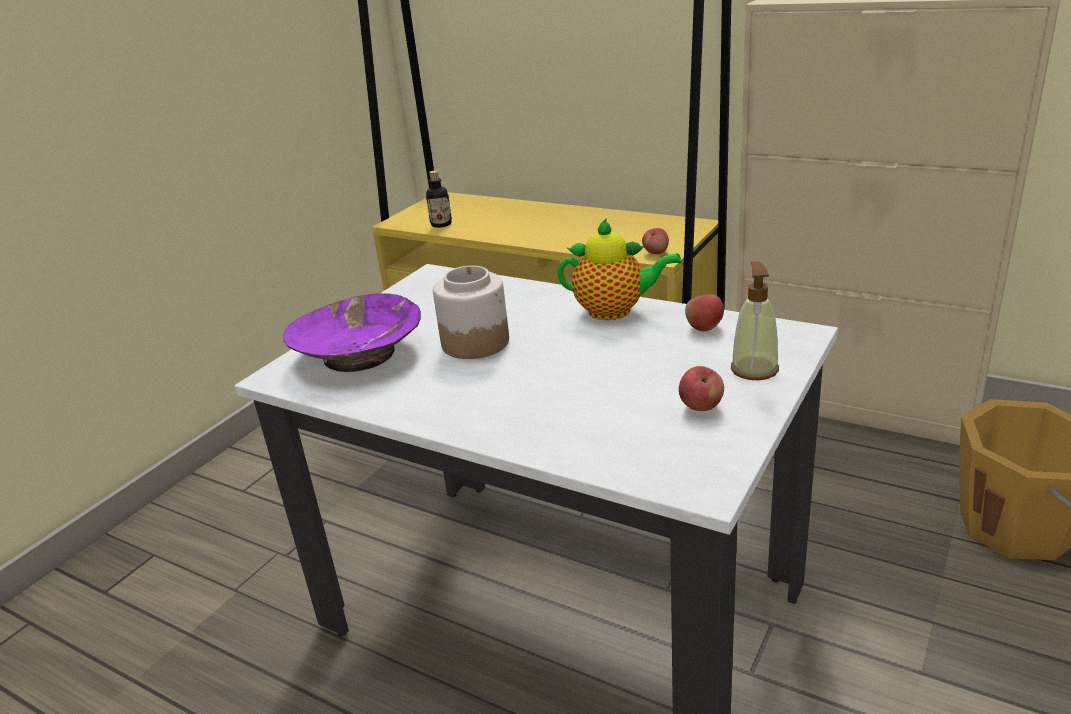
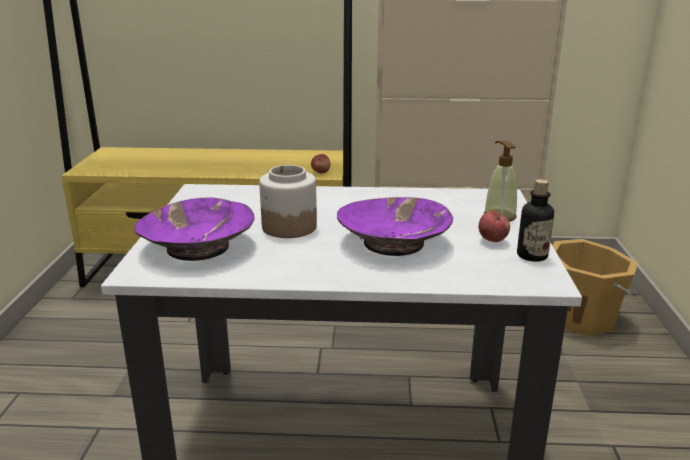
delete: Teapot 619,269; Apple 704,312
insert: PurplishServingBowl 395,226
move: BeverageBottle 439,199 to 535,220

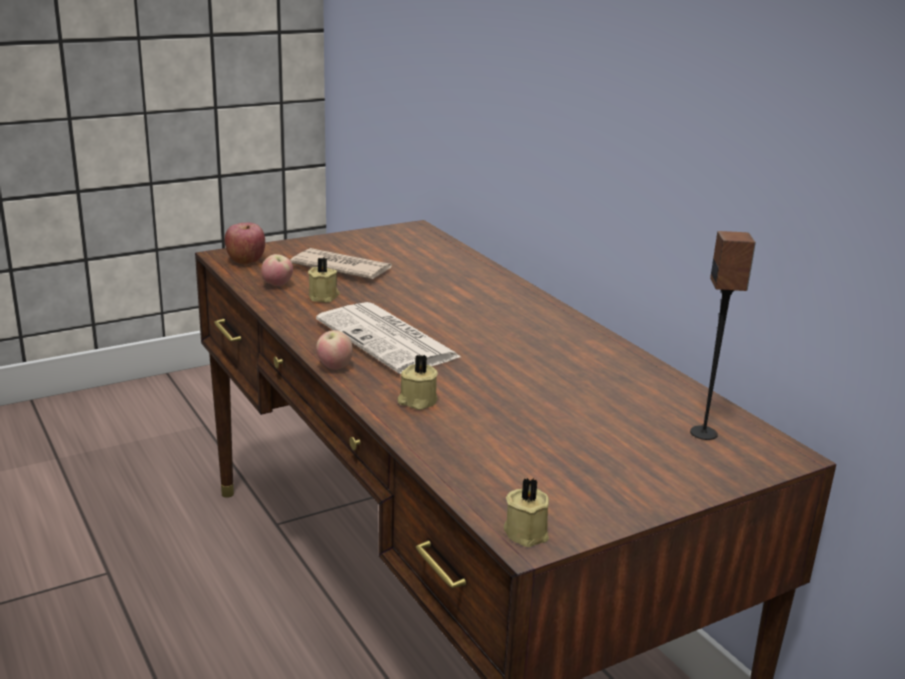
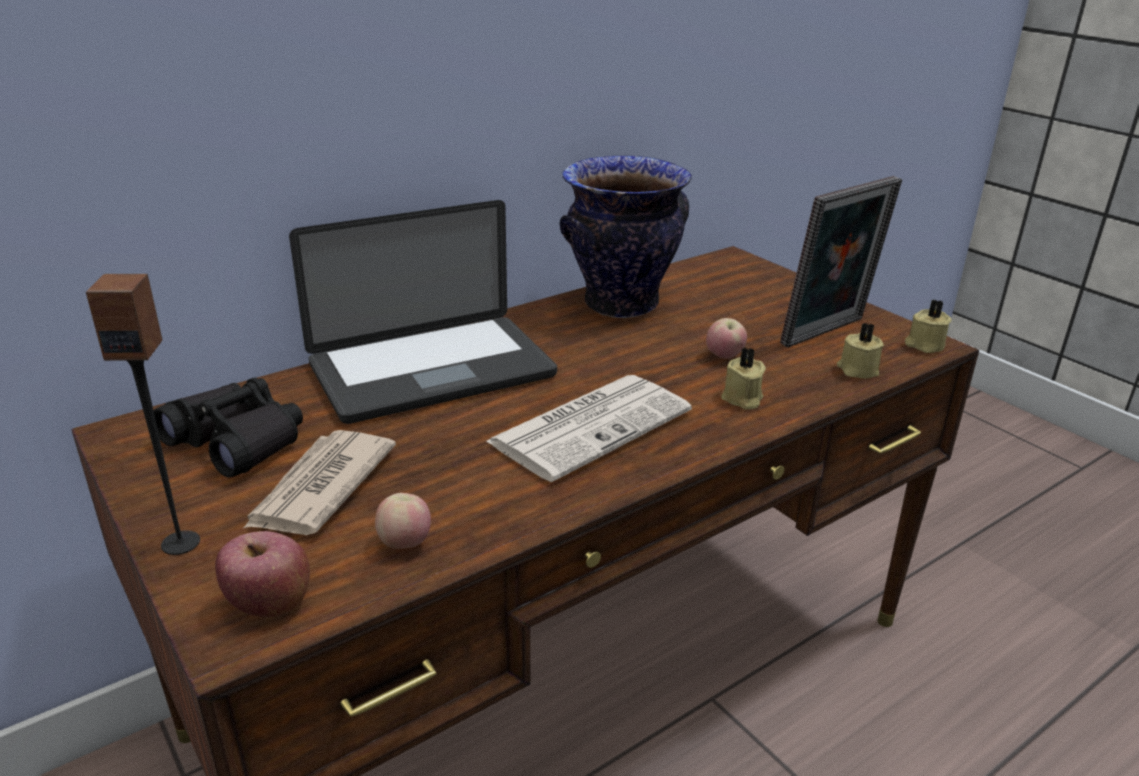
insert: DecorativeVase 626,237; StandingFrame 841,261; PortableComputer 423,312; BlackColouredBinoculars 228,427
move: Loudspeaker 723,335 to 143,414; SandColouredCandle 324,280 to 860,351; Apple 334,350 to 726,338

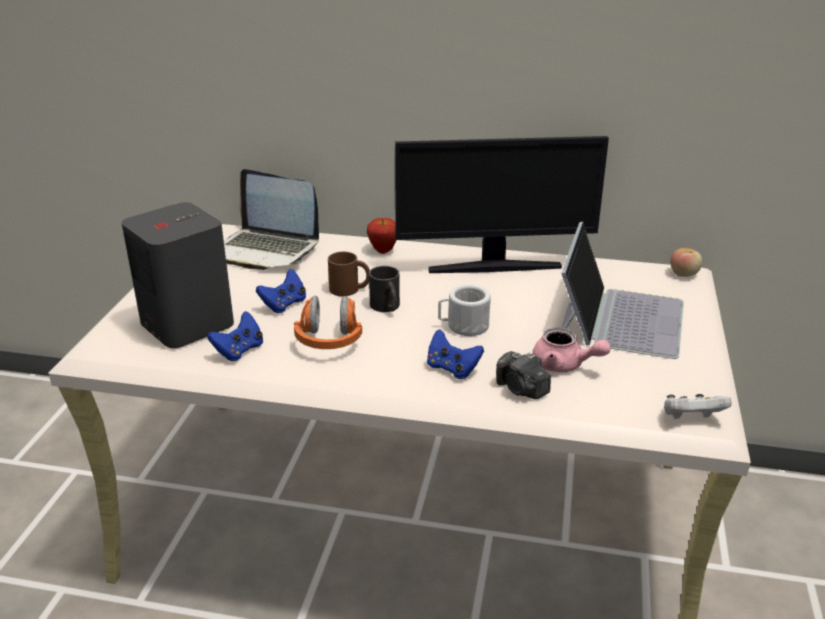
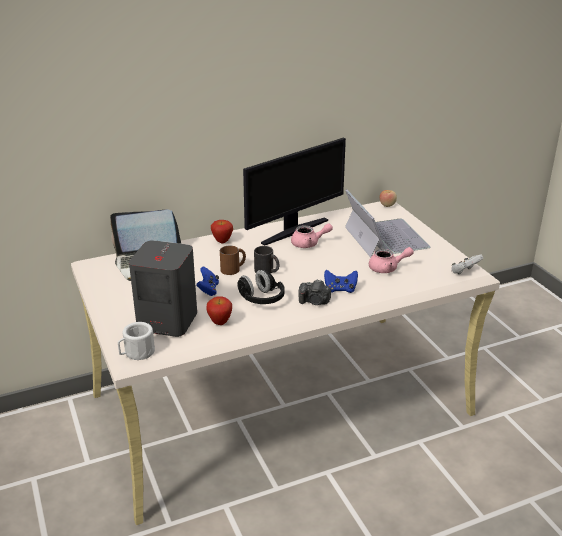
insert: PinkTeapot 312,235
move: WhiteColouredTeaMug 464,310 to 136,341; StillCamera 523,375 to 315,292
replace: BlueJoypad 235,336 to Apple 219,310
recolor: OrangeHeadphones 328,322 to BlackColouredHeadphones 261,287

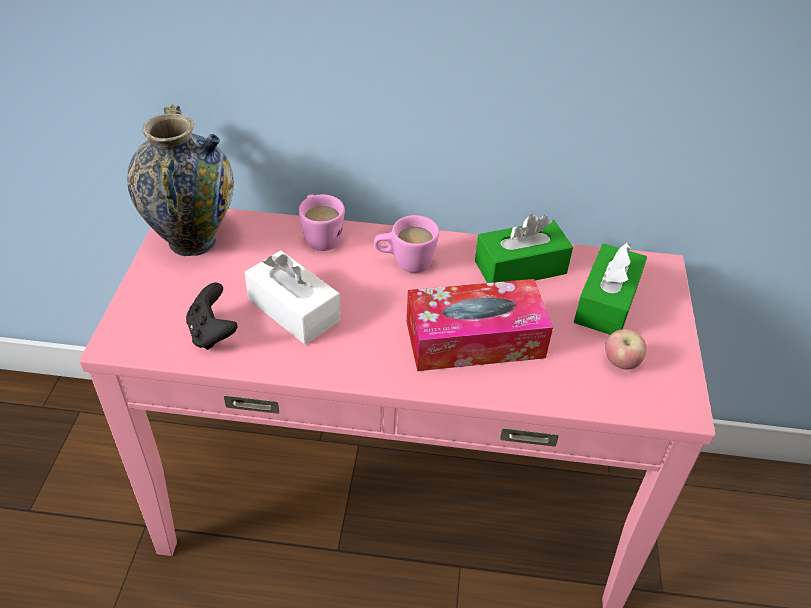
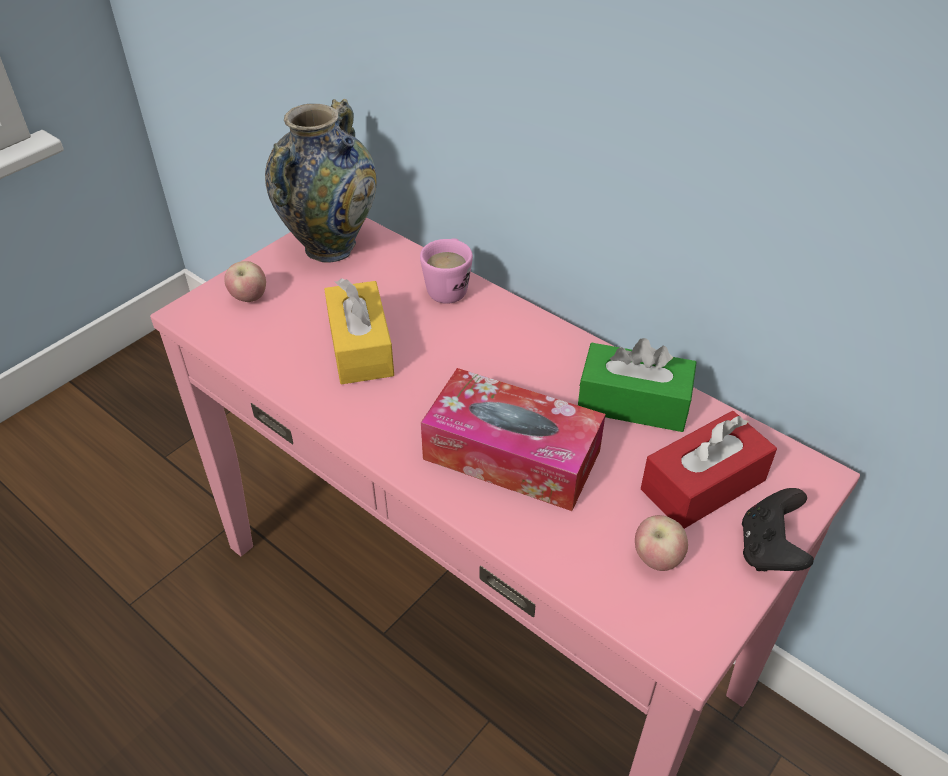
delete: PinkTeaMug 406,244
insert: Apple 245,281
move: BlackColouredJoypad 211,316 to 778,529
recolor: GreenTissueBox 610,288 to ReddishTissueBox 709,470; WhiteColouredTissueBox 292,297 to YellowTissueBox 359,331

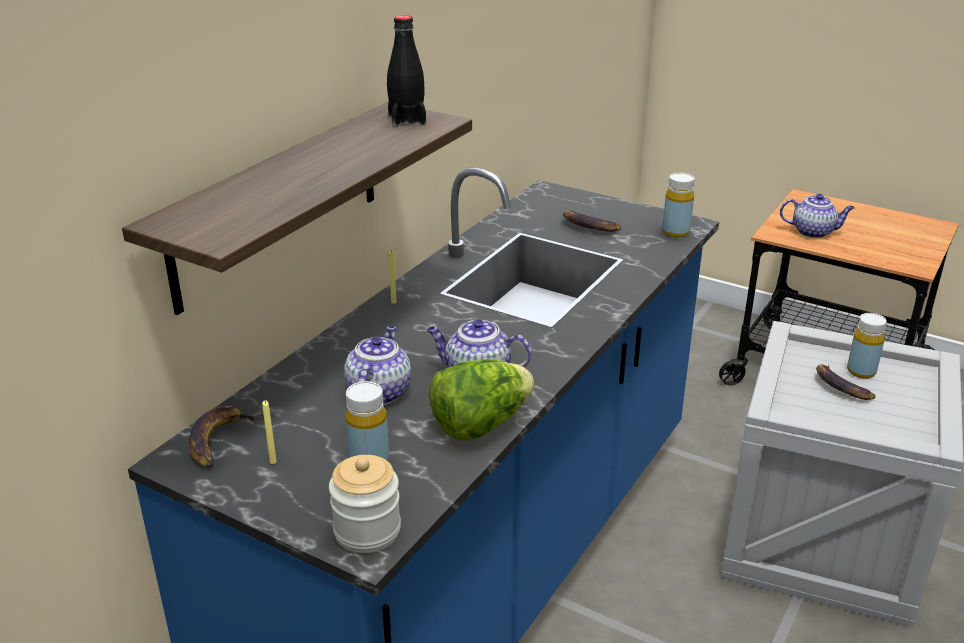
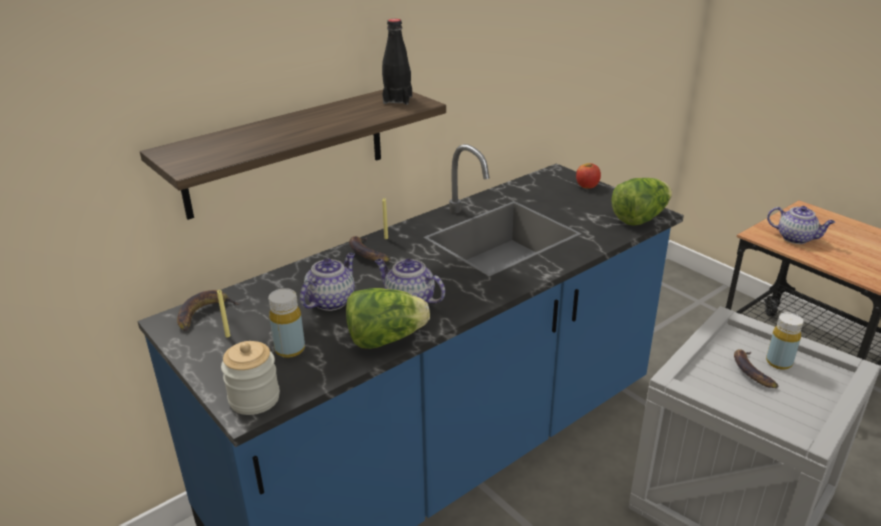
insert: Apple 588,176
move: Banana 592,221 to 370,249
replace: YellowBeverageBottle 678,205 to LettuceHead 641,201

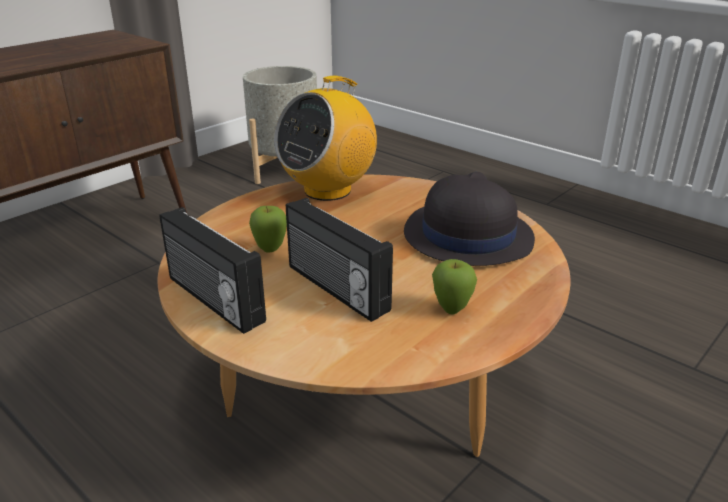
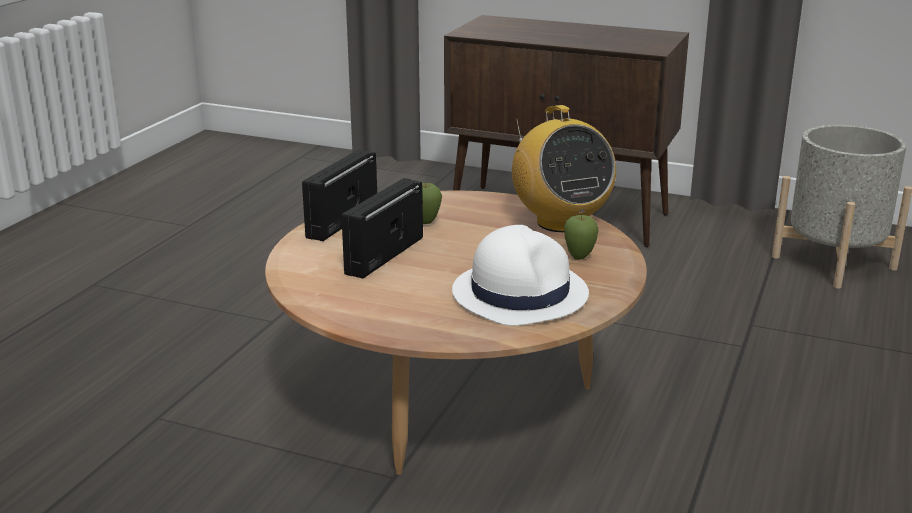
move: Apple 454,286 to 581,237
recolor: BlackColouredHat 469,219 to WhiteColouredHat 520,275
rotate: Radio 325,138 = 564,168 135 degrees counterclockwise

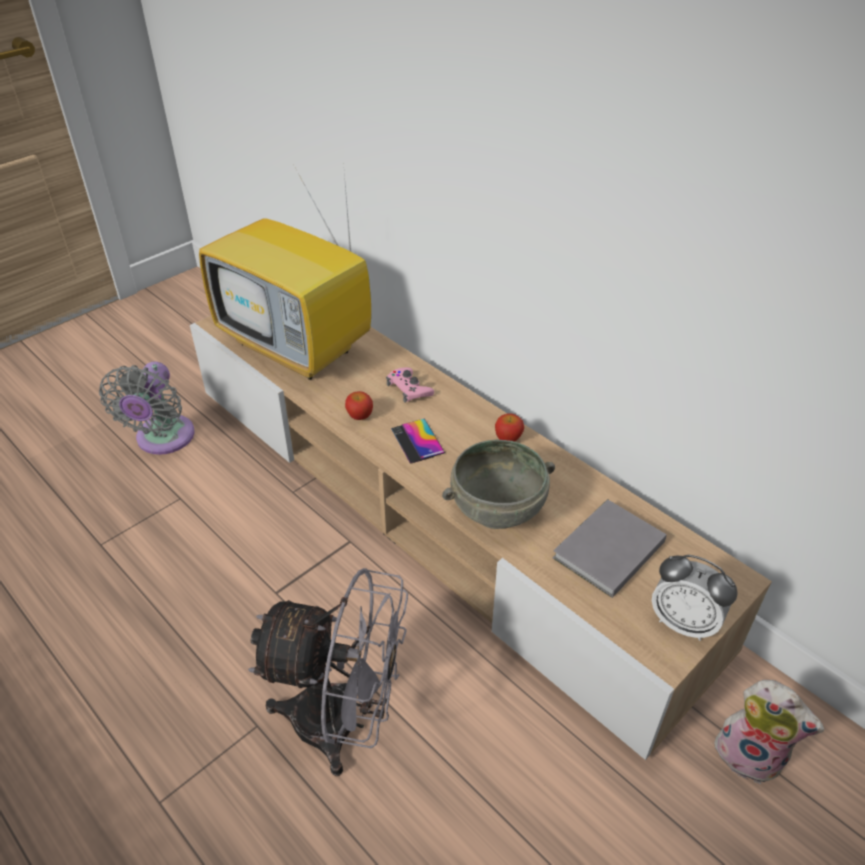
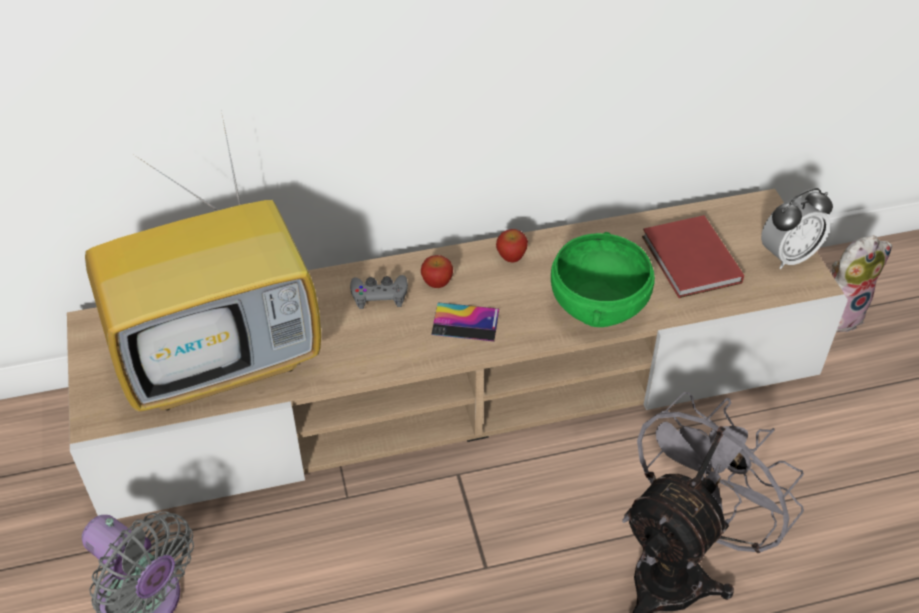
move: Apple 359,405 to 437,271
recolor: PinkJoypad 410,385 to GrayJoypad 379,292; GrayServingBowl 498,484 to GreenServingBowl 603,279; GrayVolume 609,548 to ReddishVolume 693,256

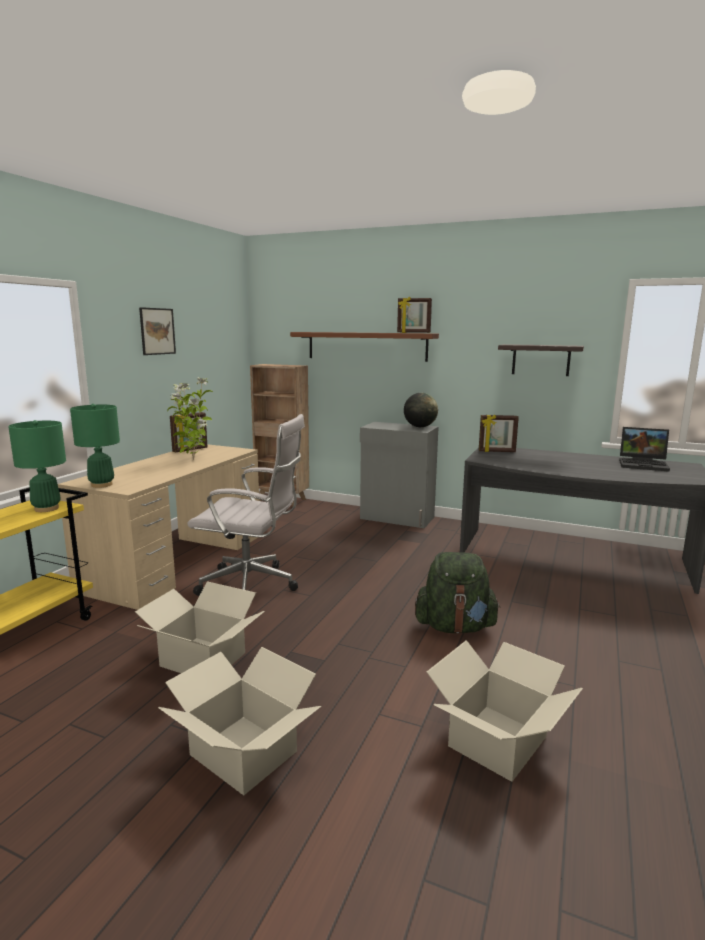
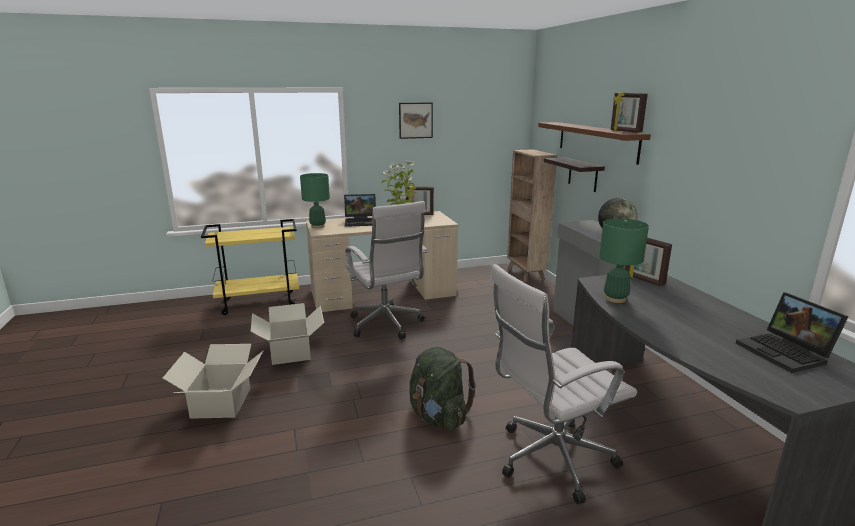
delete: Carton 505,711
insert: PortableComputer 360,210; WhiteColouredComputerChair 563,384
move: BracketShelf 541,360 to 574,174; GreenLampForATable 37,466 to 624,260

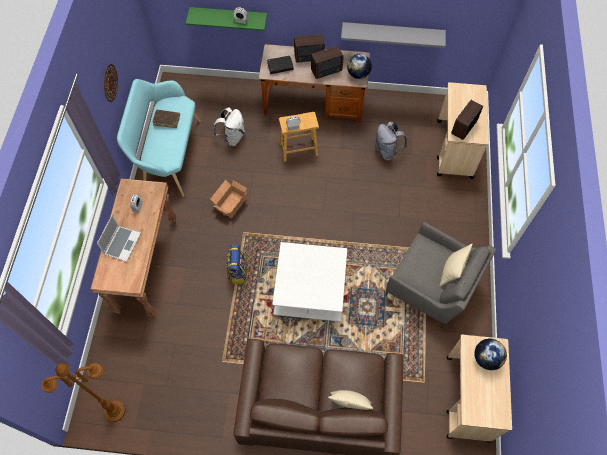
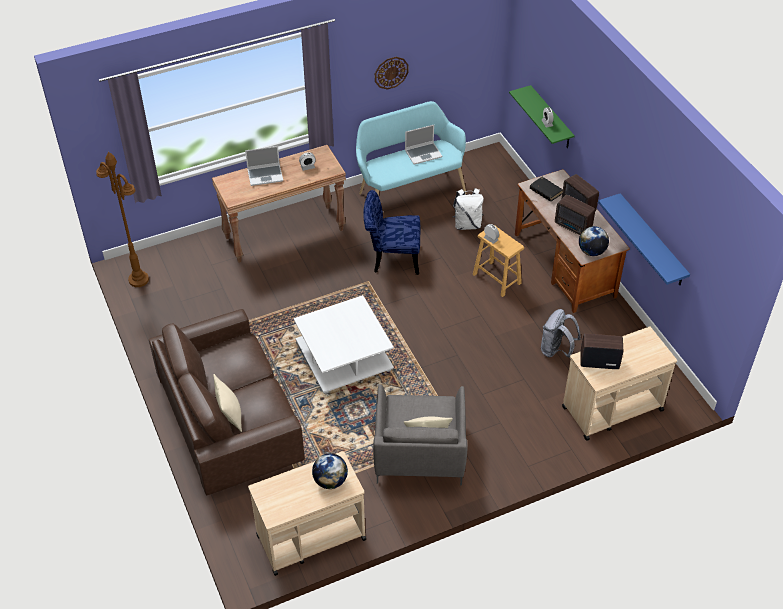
delete: Knapsack 236,264
replace: BrownVolume 166,119 to PortableComputer 423,145; Carton 229,199 to BluePlainChair 391,232
recolor: GrayBracketShelf 393,35 to BlueBracketShelf 644,239

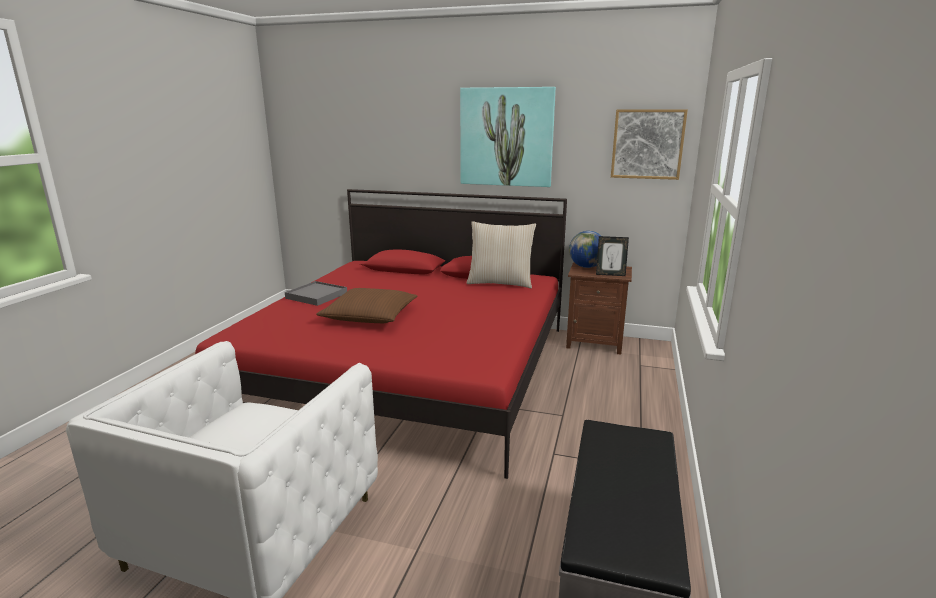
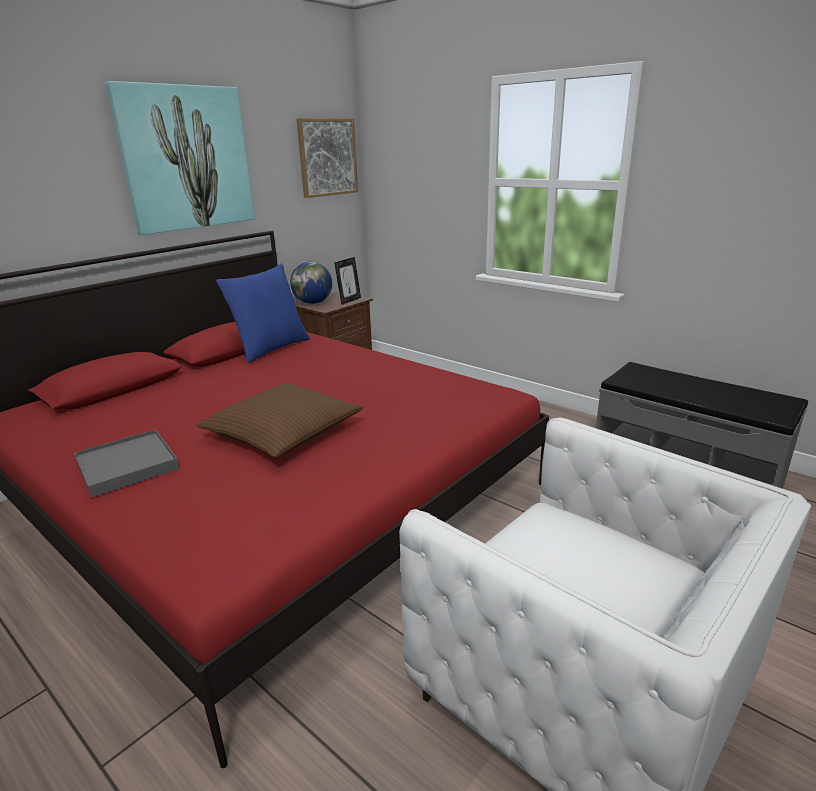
recolor: SandColouredCushion 501,254 to BlueCushion 263,313

